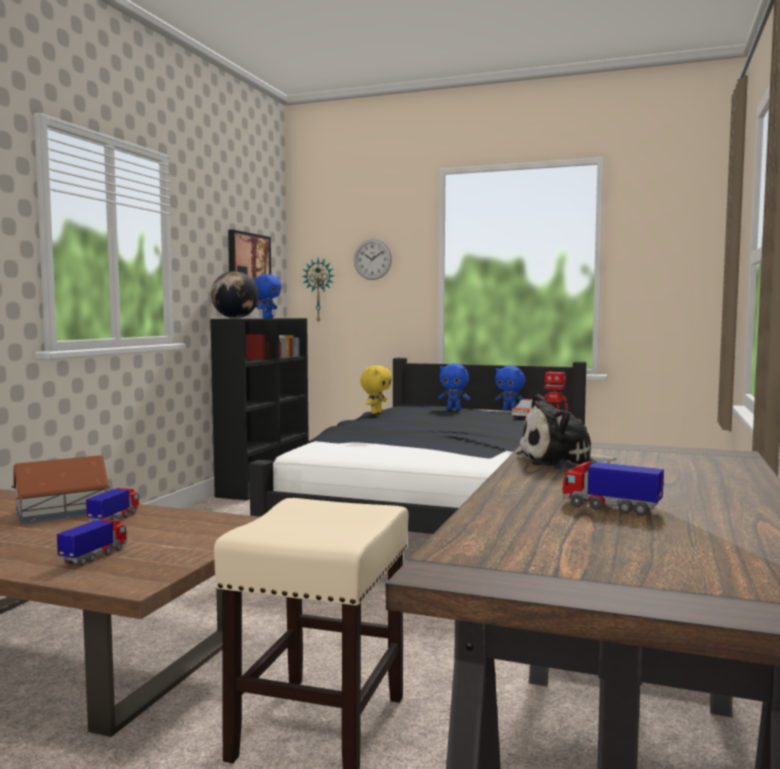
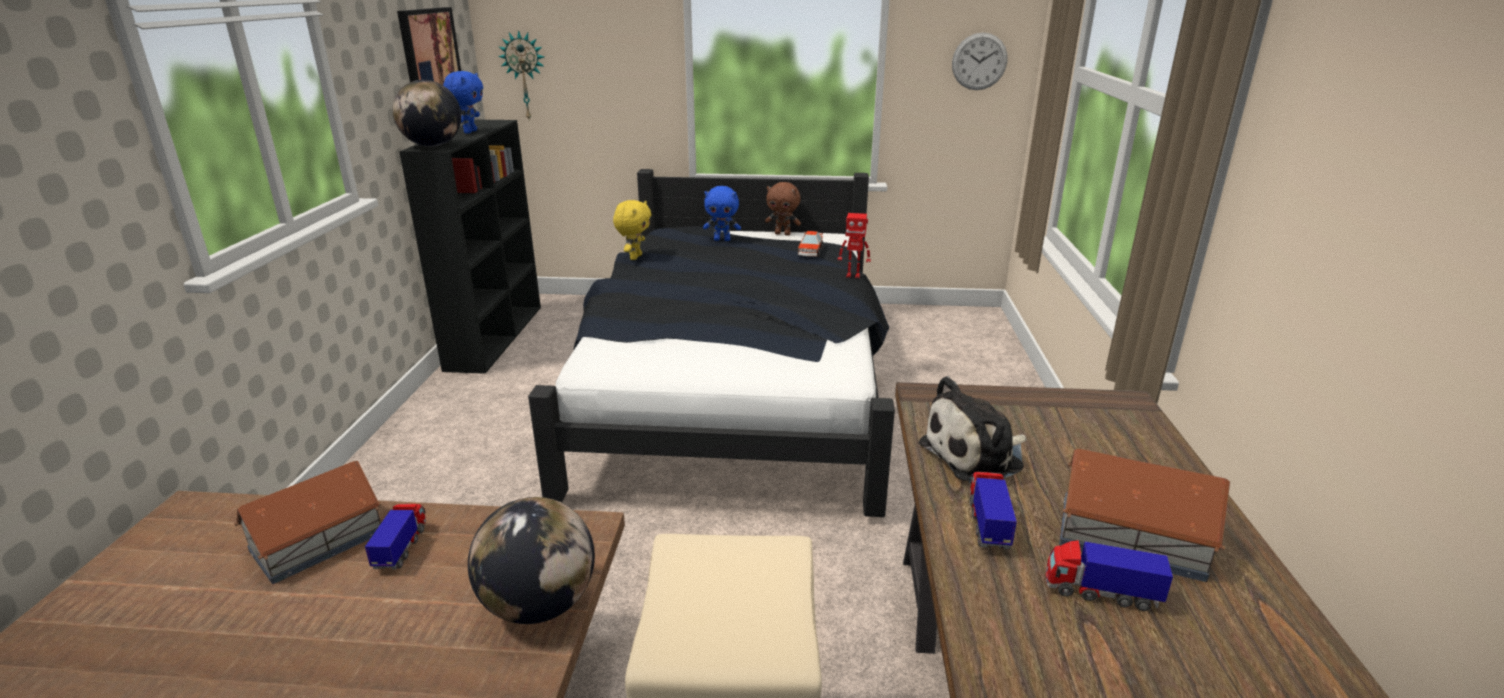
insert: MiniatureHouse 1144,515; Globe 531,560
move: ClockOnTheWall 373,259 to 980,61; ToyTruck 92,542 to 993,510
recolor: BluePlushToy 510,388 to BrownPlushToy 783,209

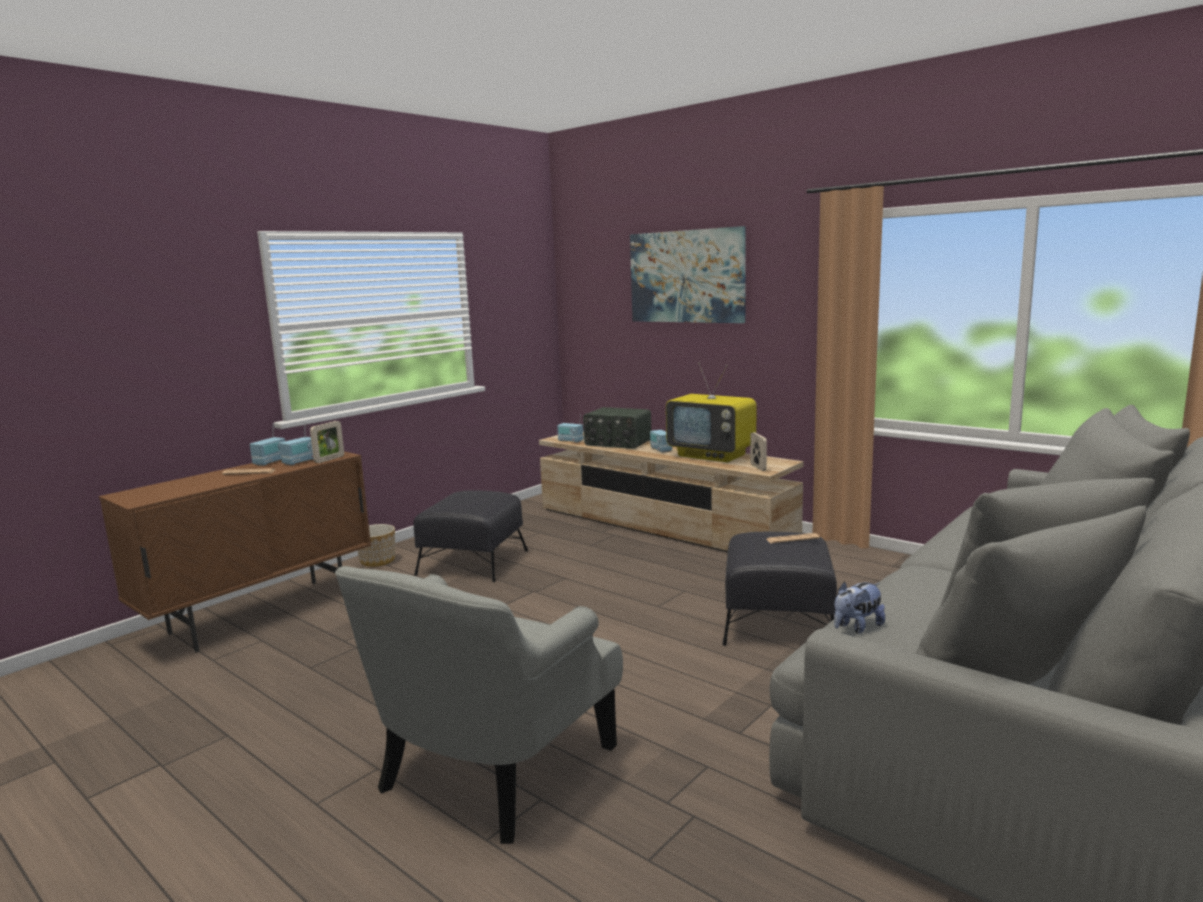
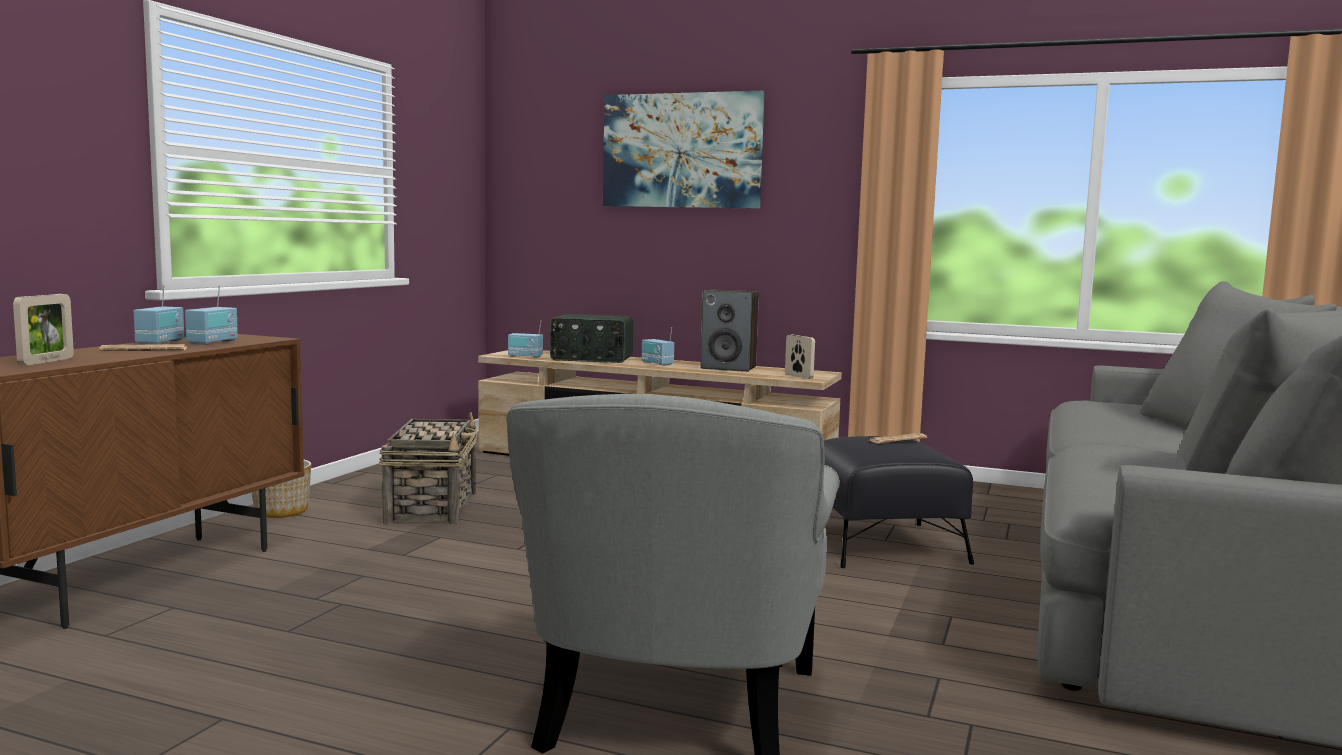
delete: PlushToy 859,607
move: StandingFrame 327,442 to 43,329
replace: Television 711,412 to Loudspeaker 729,331; BlackColouredFootrest 470,536 to Basket 428,468

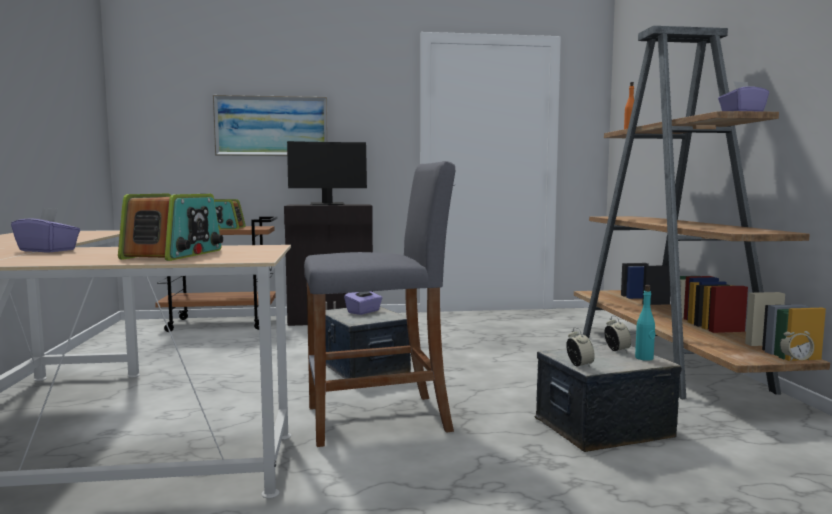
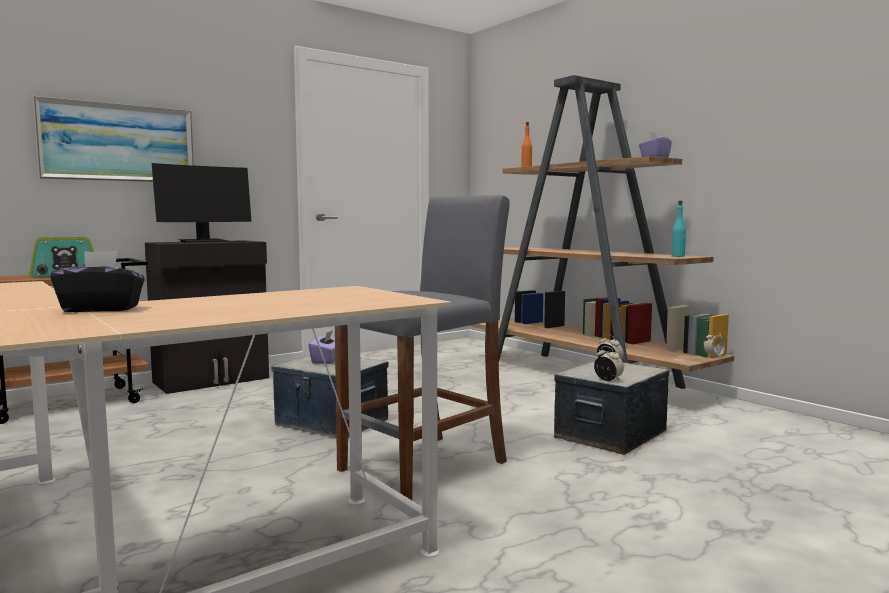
delete: Radio 170,227
move: TurquoiseBeverageBottle 645,323 to 678,229
recolor: PurplishTissueBox 45,230 to BlackColouredTissueBox 97,281

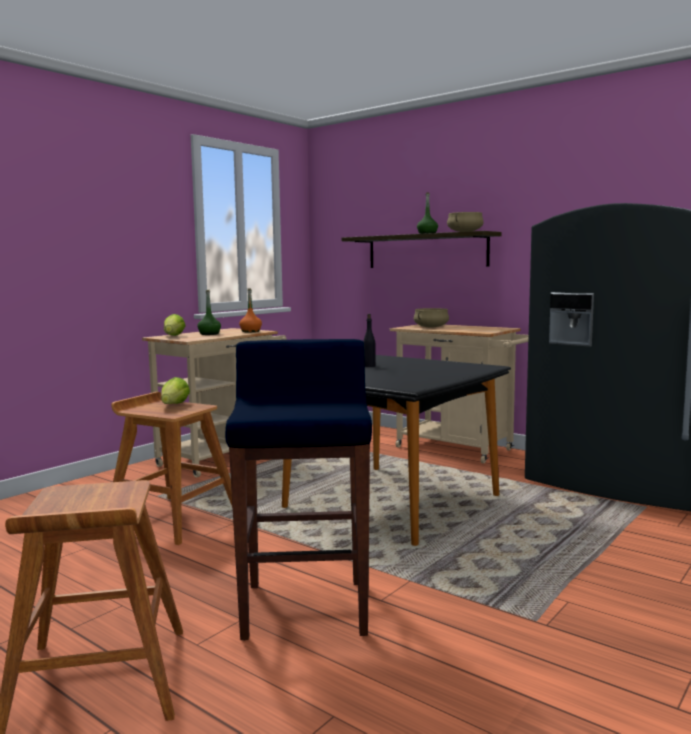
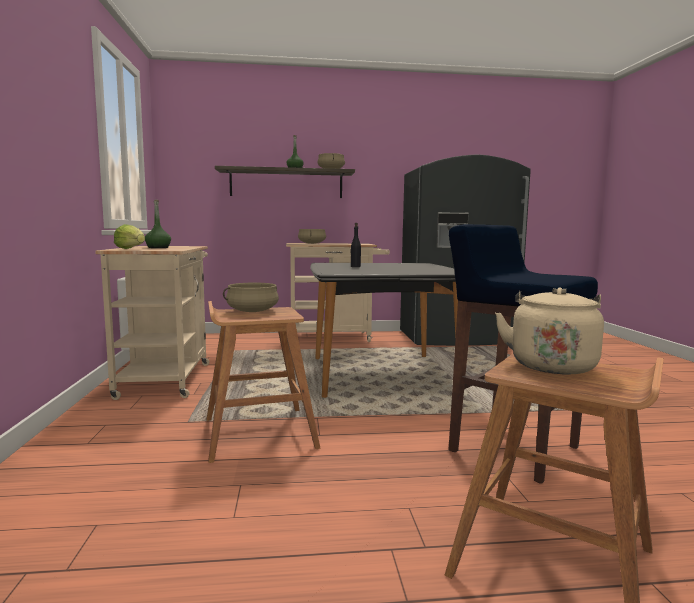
delete: OrangeBeverageBottle 250,310
insert: SandColouredWaterKettle 549,330
replace: LettuceHead 175,390 to SandColouredCookingPot 251,297

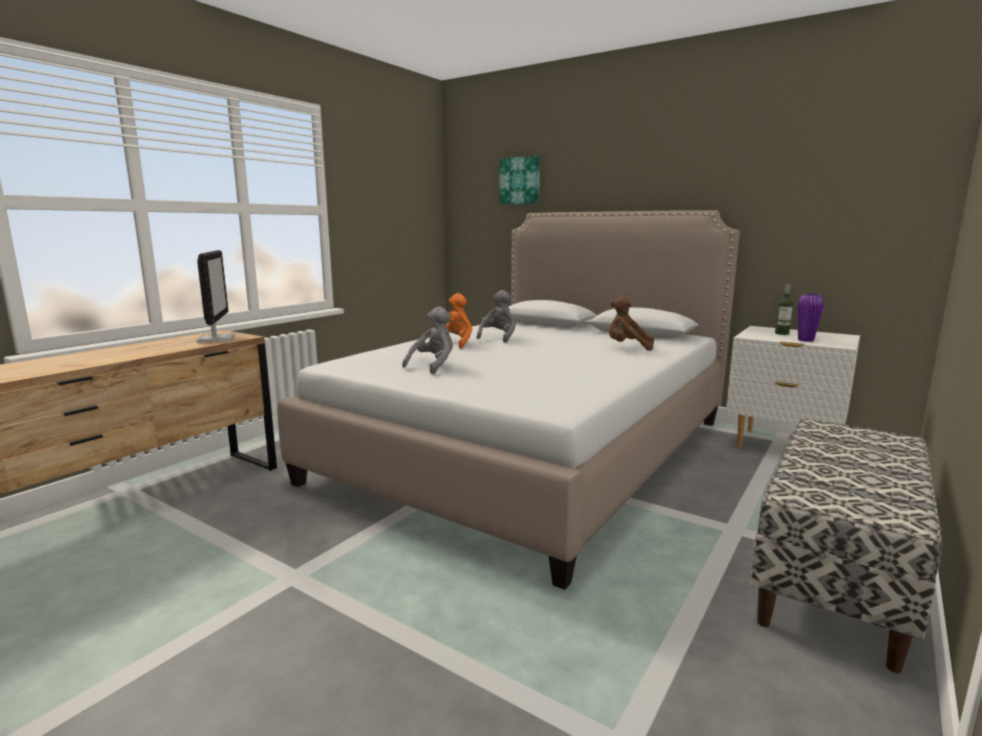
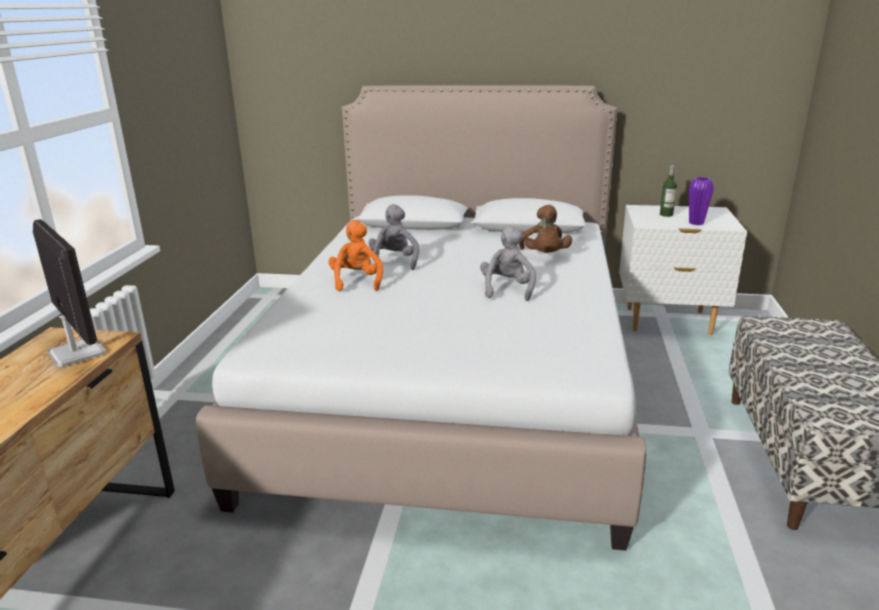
delete: WallPicture 520,180
move: GrayPlushToy 427,340 to 508,263
rotate: BrownPlushToy 631,324 = 545,229 90 degrees counterclockwise

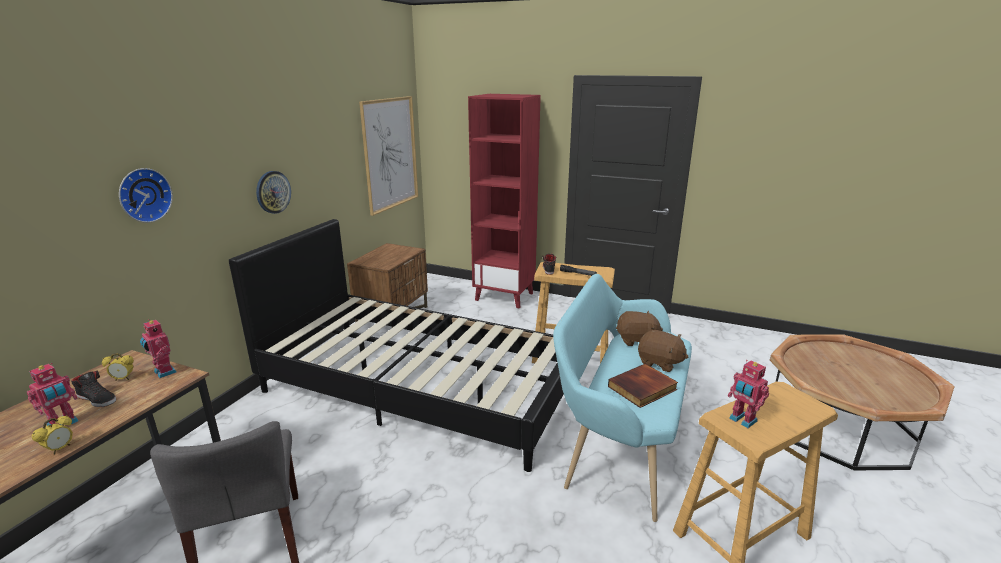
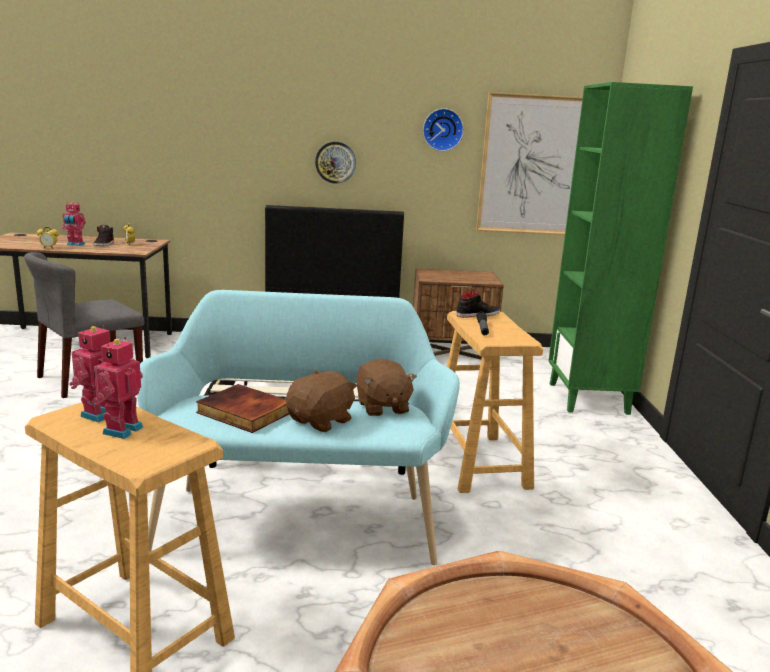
move: ClockOnTheWall 146,195 to 443,129; ToyRobot 158,348 to 117,388
recolor: ReddishBookcase 504,201 to GreenBookcase 620,248
rotate: BrownPlushToy 663,351 = 321,401 150 degrees counterclockwise

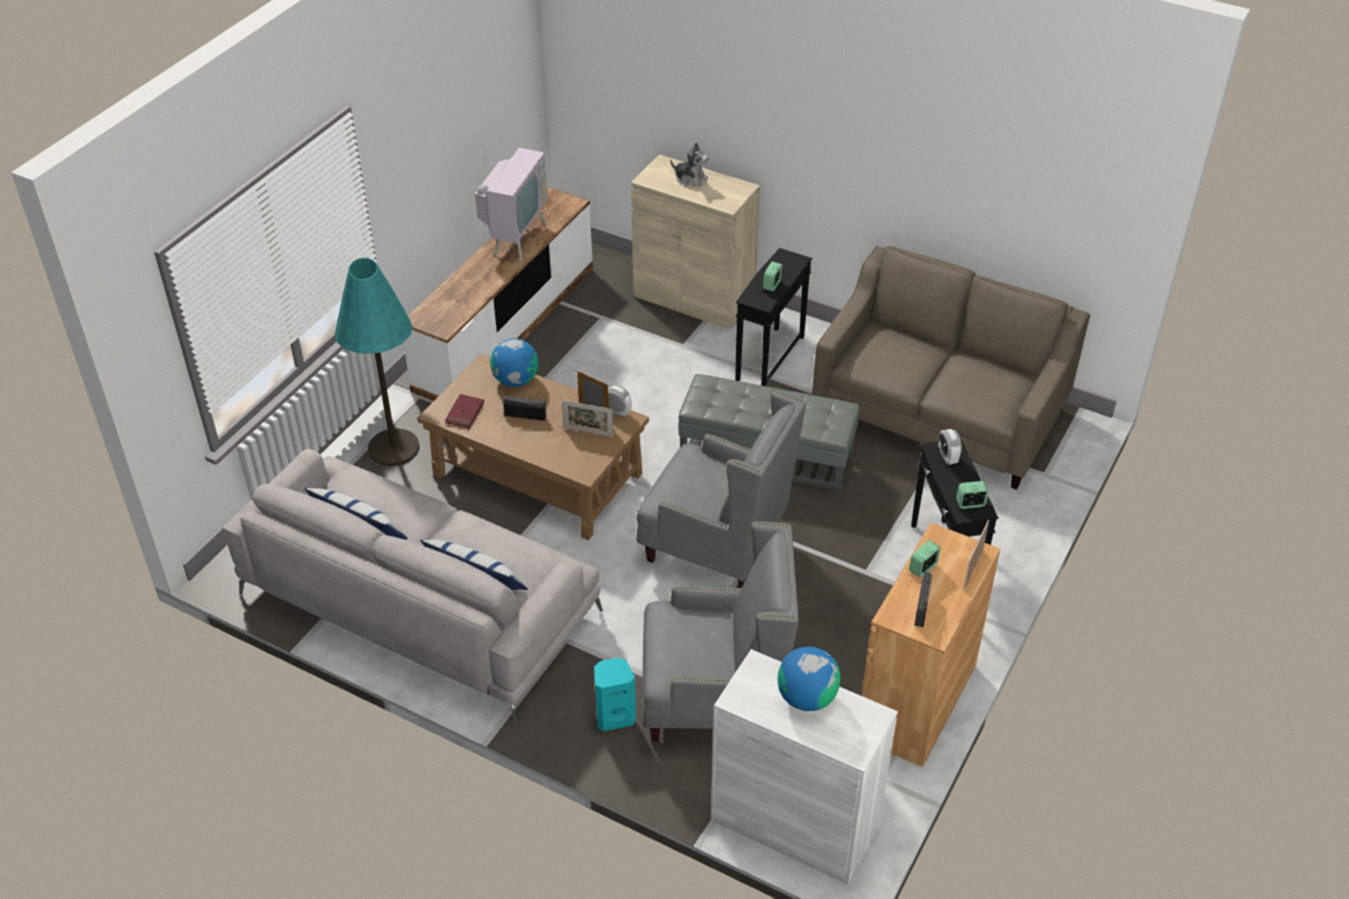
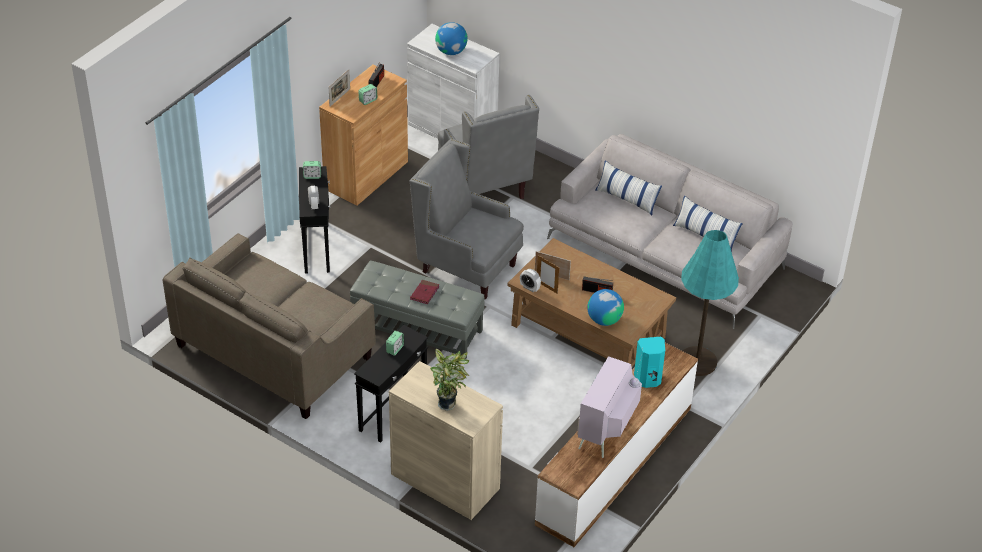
move: ReddishVolume 464,411 to 425,292; TurquoiseLoudspeaker 615,694 to 649,362
replace: PlushToy 689,165 to Houseplant 449,379
rotate: GrayLoungeChair 721,631 = 488,147 120 degrees counterclockwise

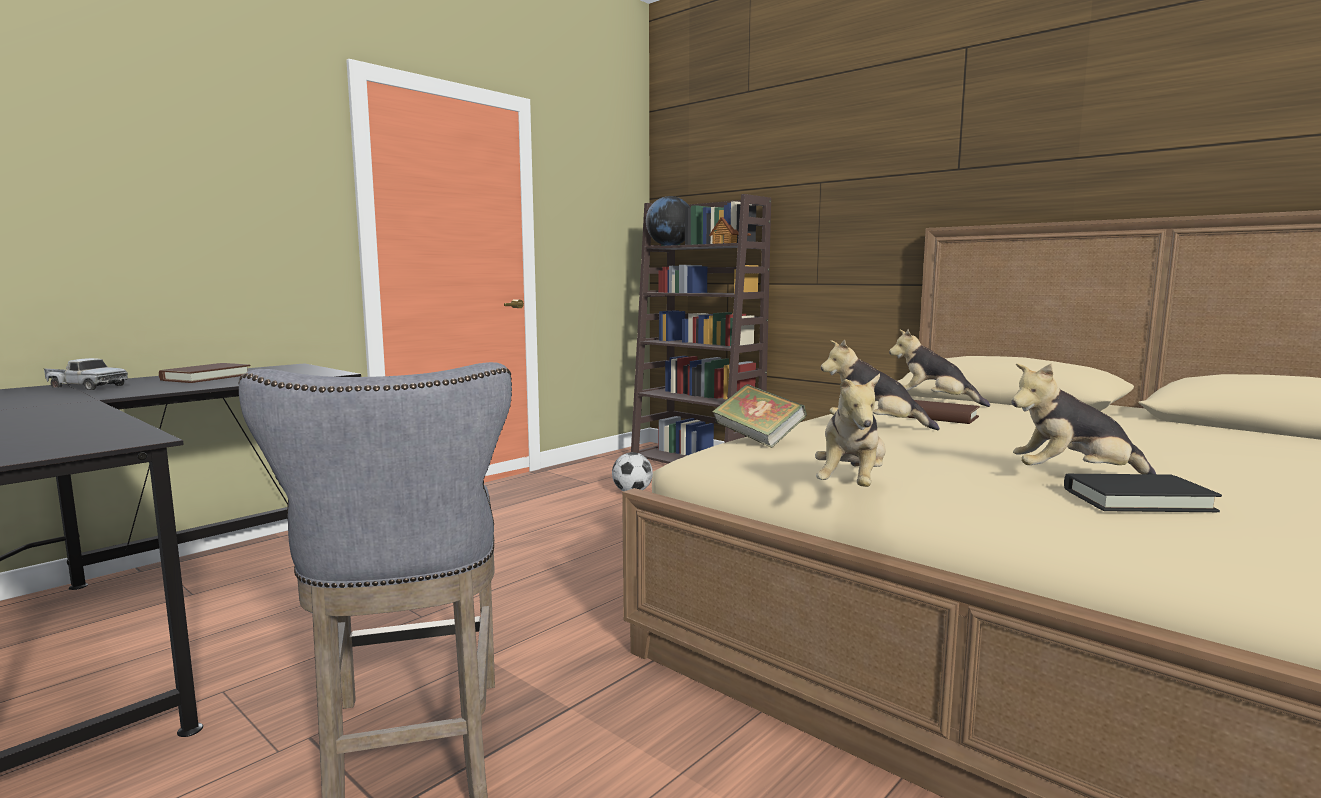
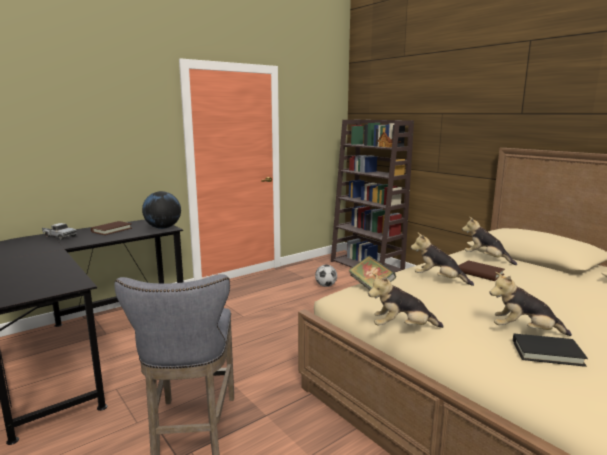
move: Globe 668,221 to 161,210
rotate: PlushToy 850,430 = 406,300 60 degrees clockwise

